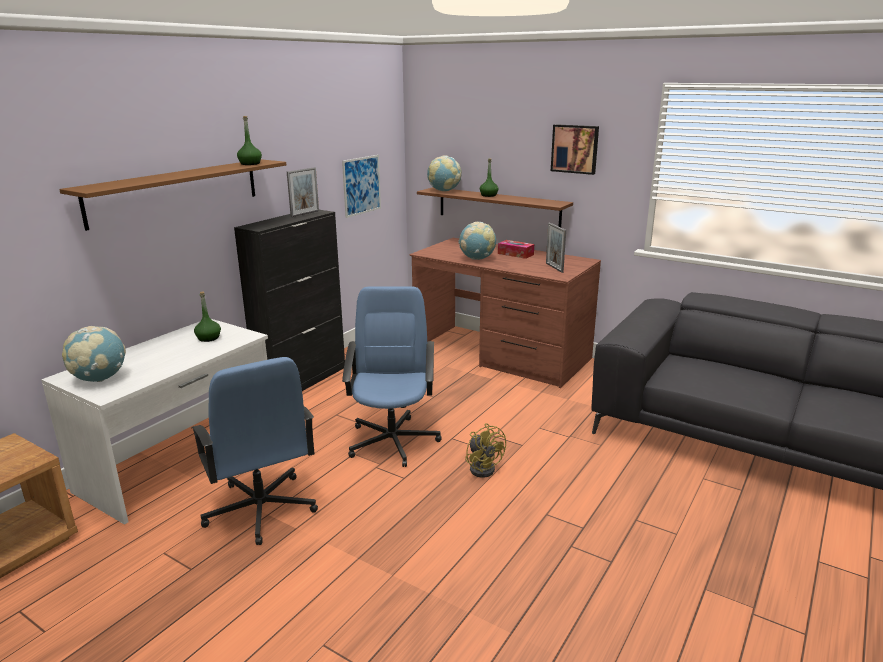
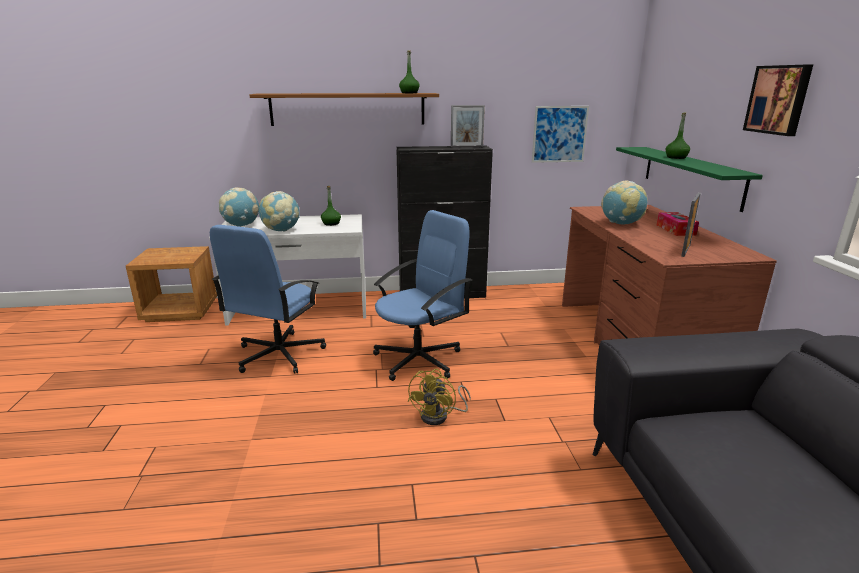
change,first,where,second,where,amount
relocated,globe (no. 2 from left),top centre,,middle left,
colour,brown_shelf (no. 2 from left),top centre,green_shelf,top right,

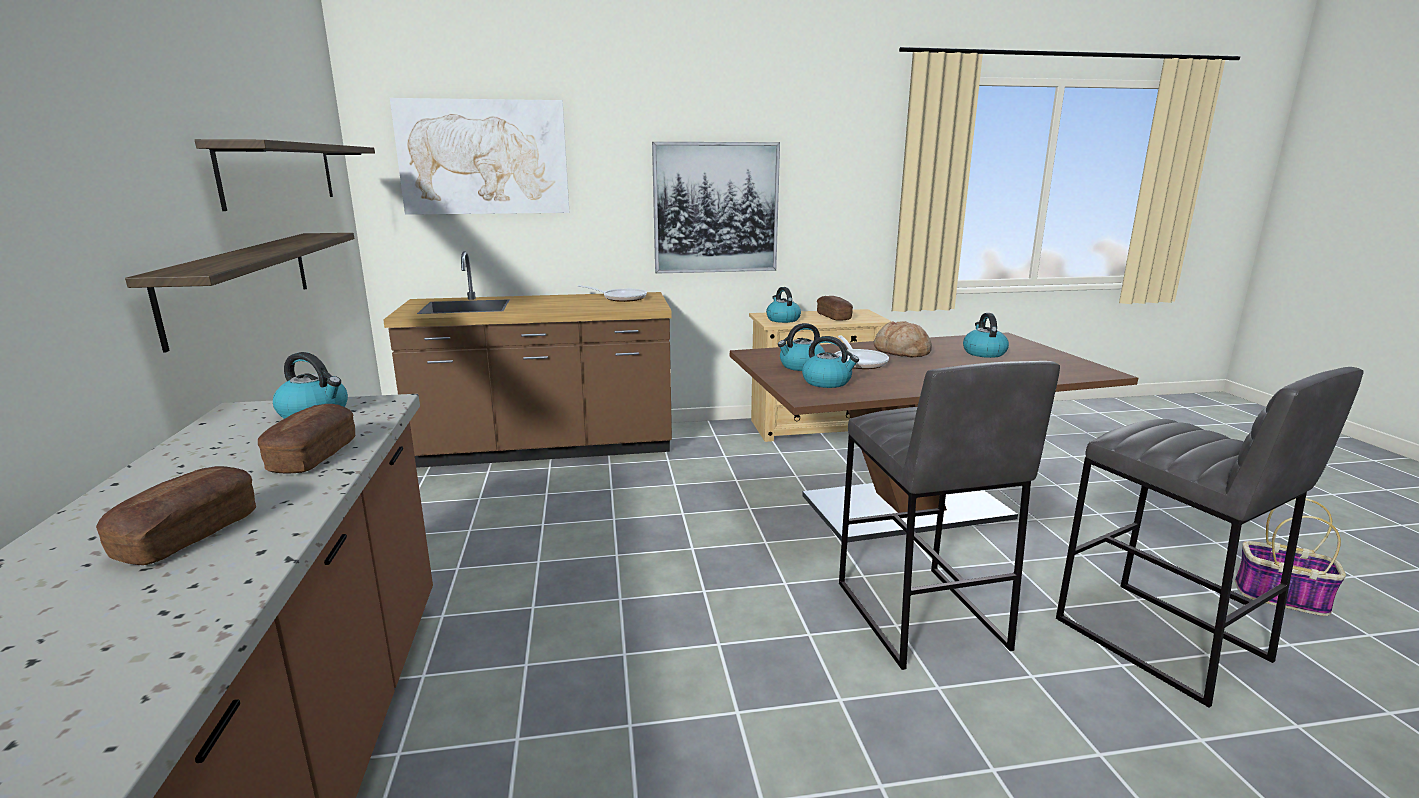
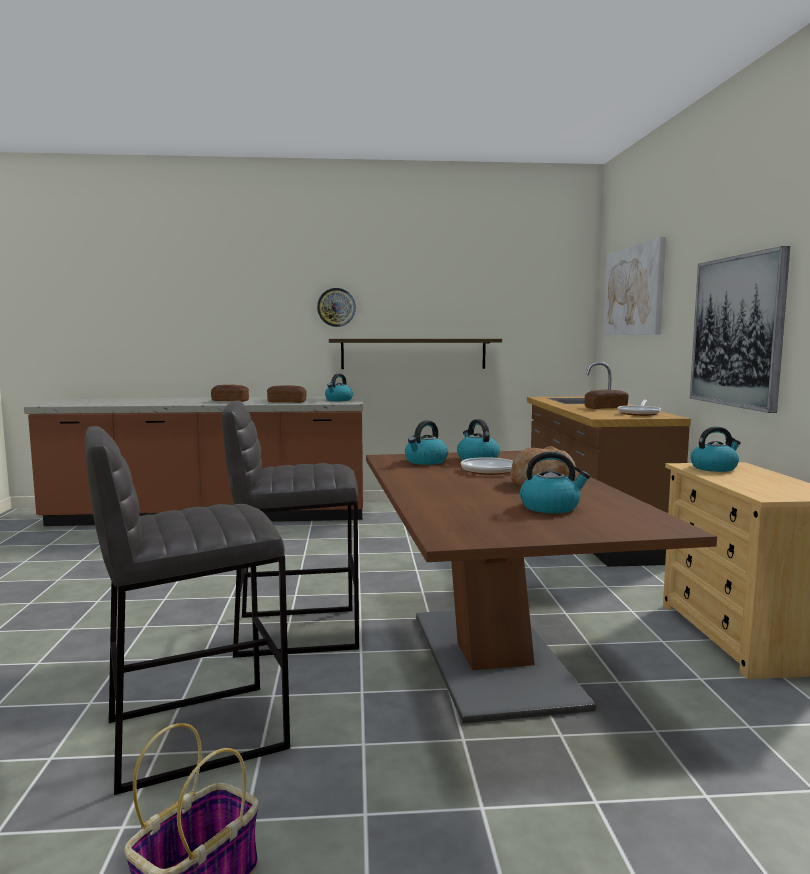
change,first,where,second,where,amount
missing,shelf (no. 2 from left),top left,,,
relocated,bread (no. 3 from left in the first image),centre,bread (no. 4 from left),middle right,
appeared,,,wall_clock,centre,

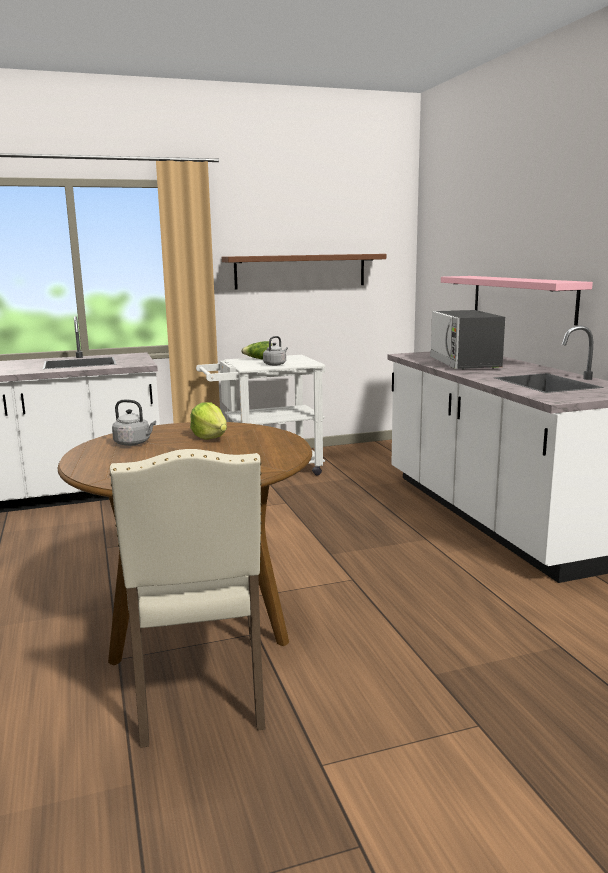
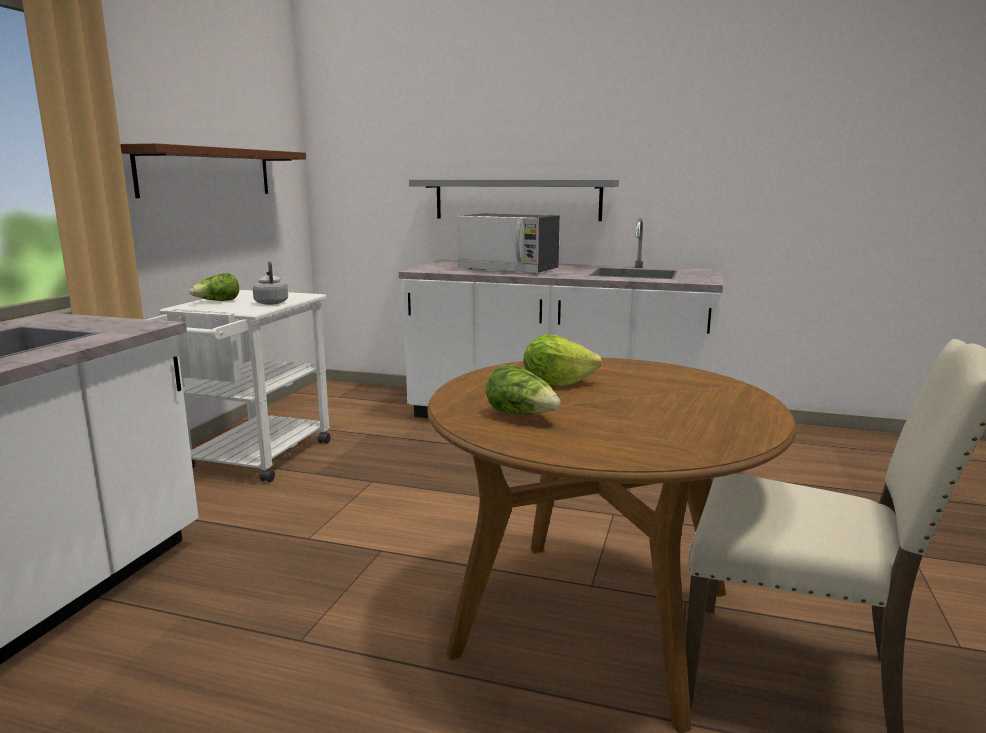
change,first,where,second,where,amount
colour,pink_shelf,middle right,grey_shelf,top centre,
exchanged,grey_kettle (no. 1 from left),middle left,lettuce (no. 2 from left),centre,

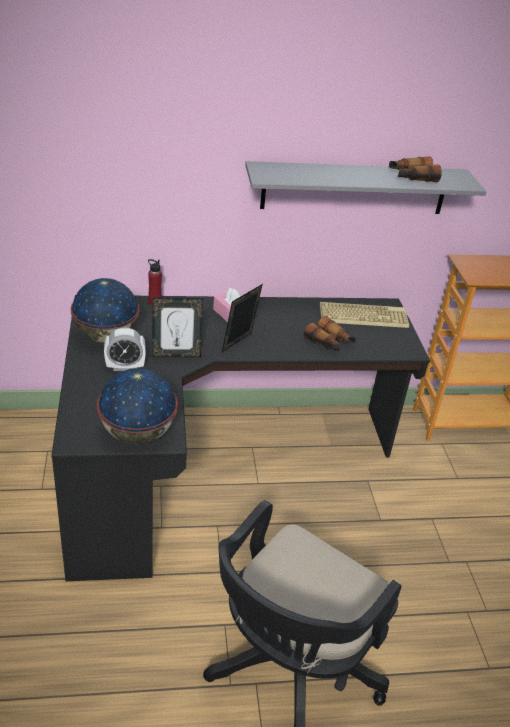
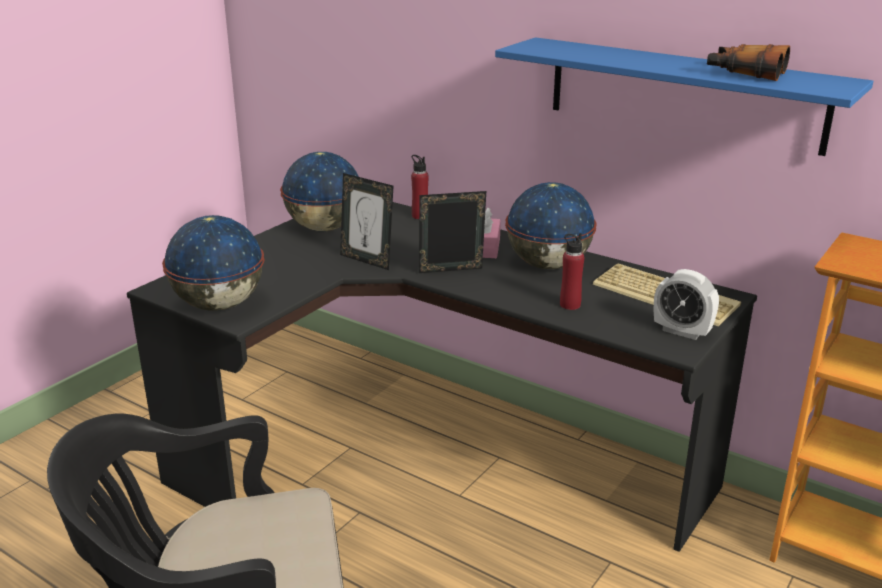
change,first,where,second,where,amount
colour,grey_shelf,top right,blue_shelf,top right,
exchanged,binoculars (no. 1 from left),centre,red_bottle (no. 2 from left),centre,
relocated,alarm_clock,middle left,,middle right,
appeared,,,globe (no. 3 from left),centre,

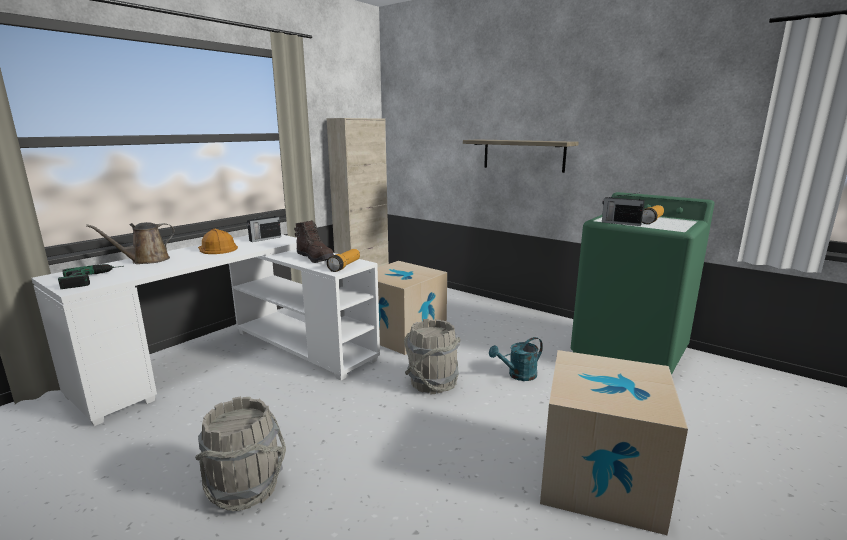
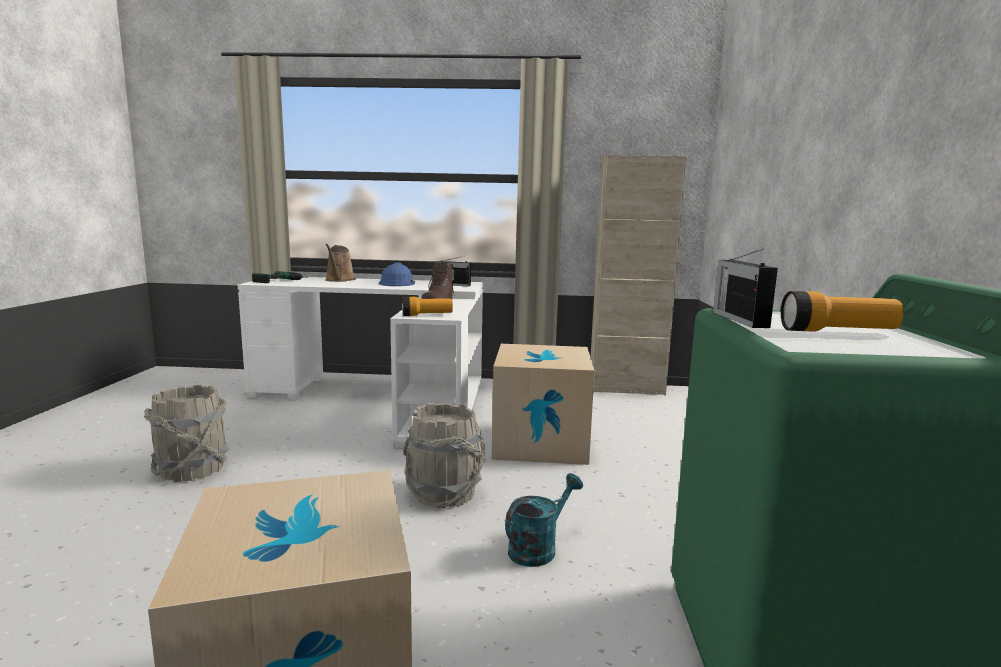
change,first,where,second,where,amount
missing,shelf,top centre,,,
spun,brown_watering_can,middle left,,centre,105 degrees counterclockwise
colour,orange_hard_hat,middle left,blue_hard_hat,centre,
spun,turquoise_watering_can,centre,,bottom centre,105 degrees clockwise

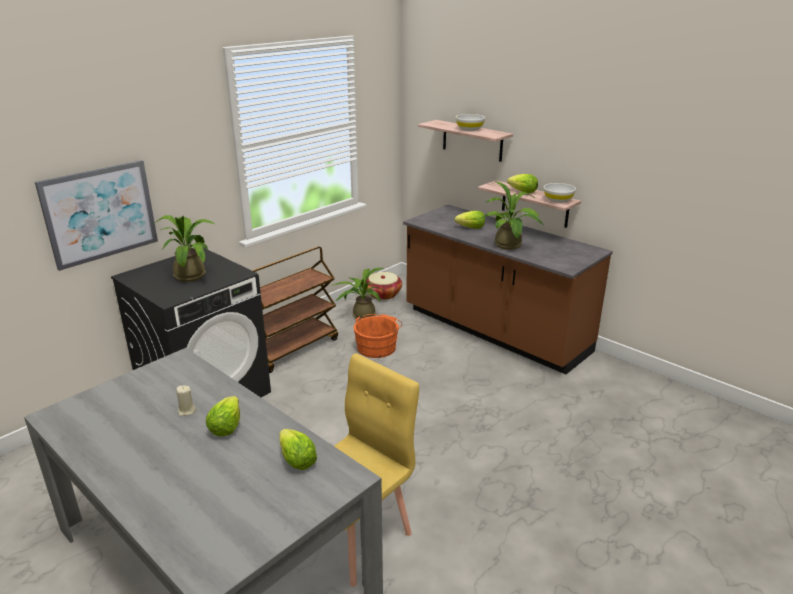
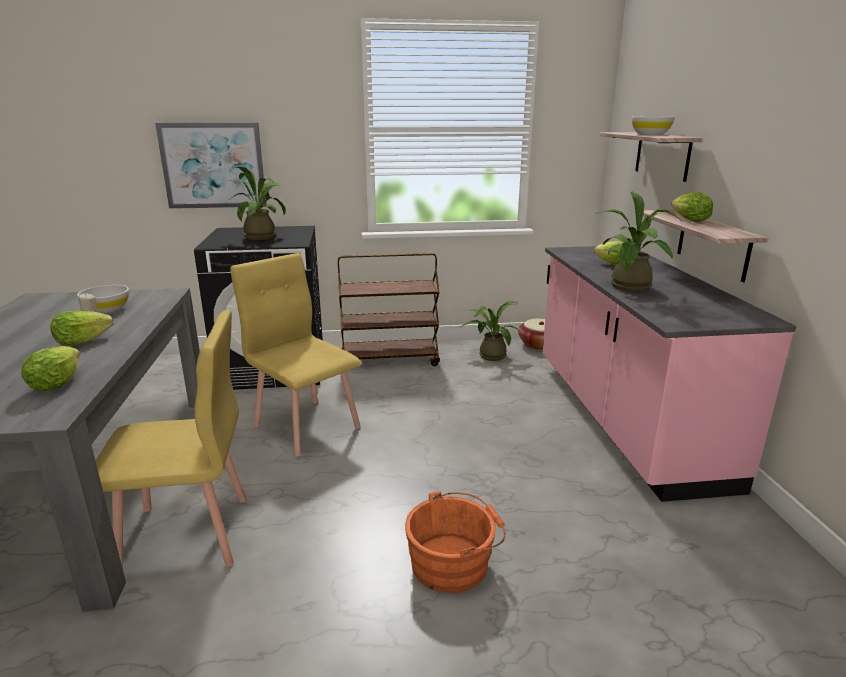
change,first,where,second,where,amount
relocated,white_bowl (no. 2 from left in the first image),top right,white_bowl (no. 1 from left),middle left,
colour,brown_counter,centre,pink_counter,middle right,
relocated,orange_bucket,centre,,bottom centre,
appeared,,,yellow_chair (no. 2 from left),centre,

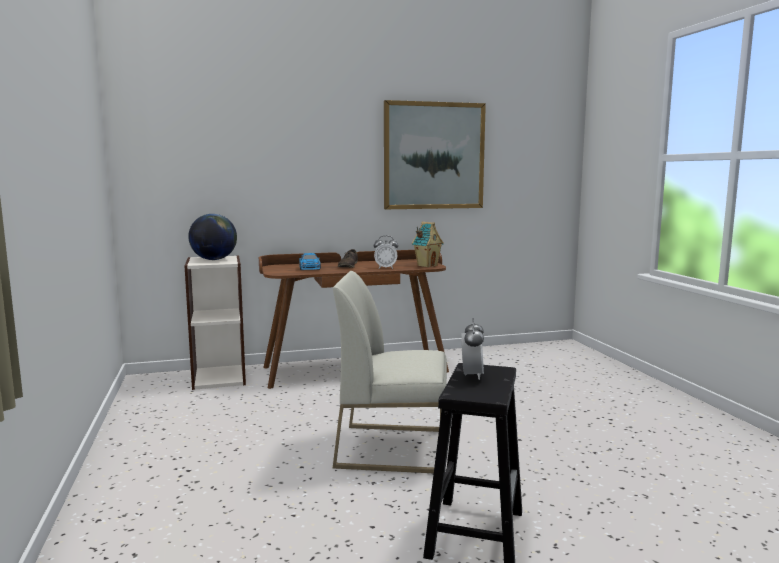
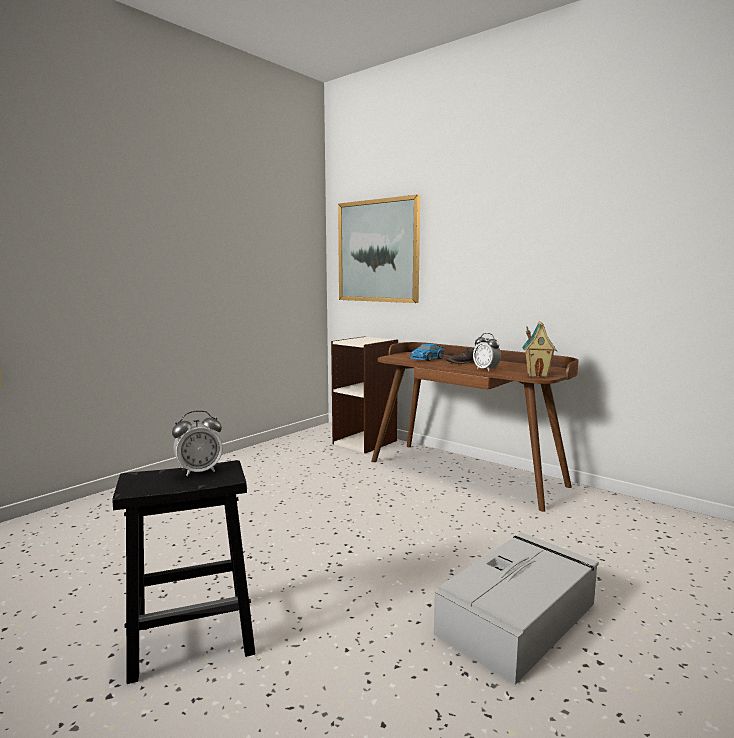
change,first,where,second,where,amount
relocated,picture,top centre,,centre,
missing,globe,middle left,,,
missing,white_chair,centre,,,
appeared,,,grey_storage_box,bottom right,

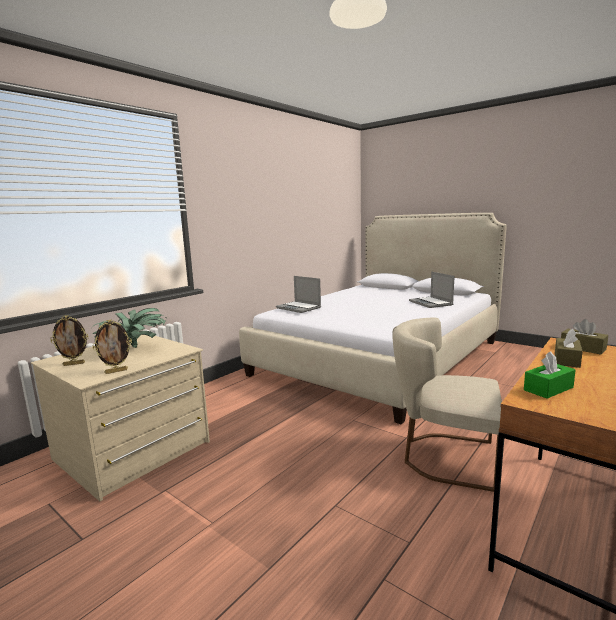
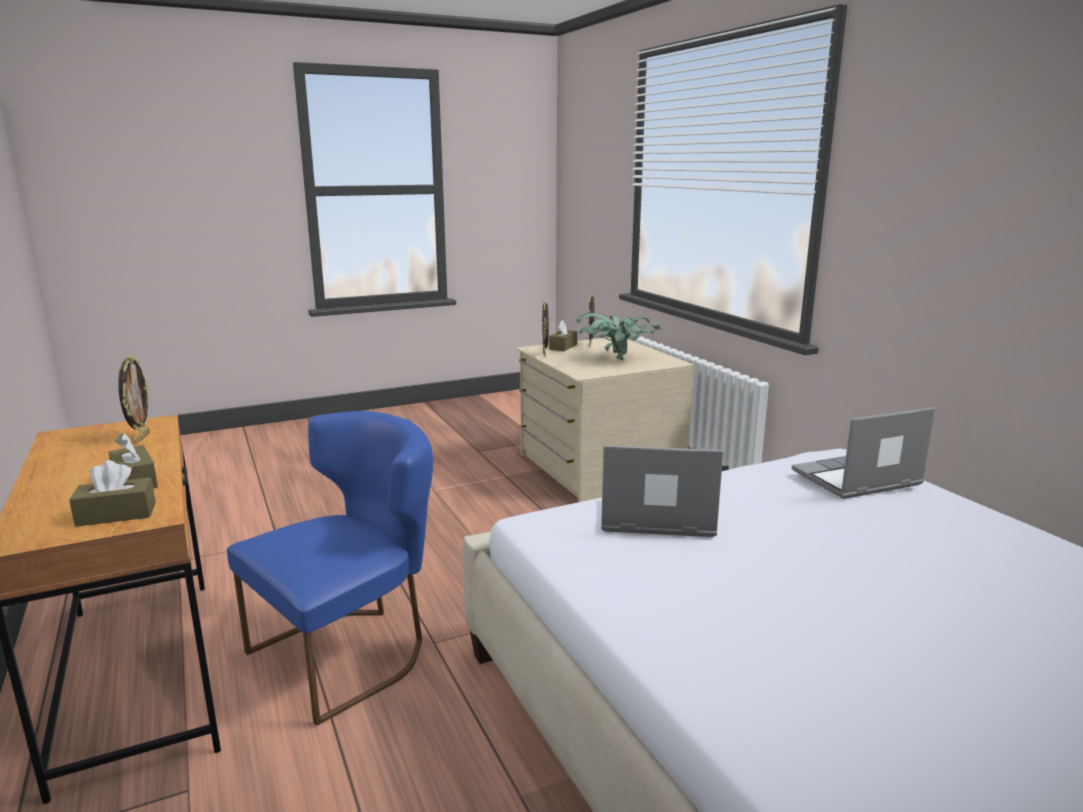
change,first,where,second,where,amount
relocated,laptop (no. 2 from left in the first image),middle right,laptop (no. 1 from left),centre,
colour,beige_chair,middle right,blue_chair,bottom left,
exchanged,green_tissue_box,middle right,picture_frame (no. 1 from left),middle left,
appeared,,,brown_tissue_box (no. 3 from left),centre,

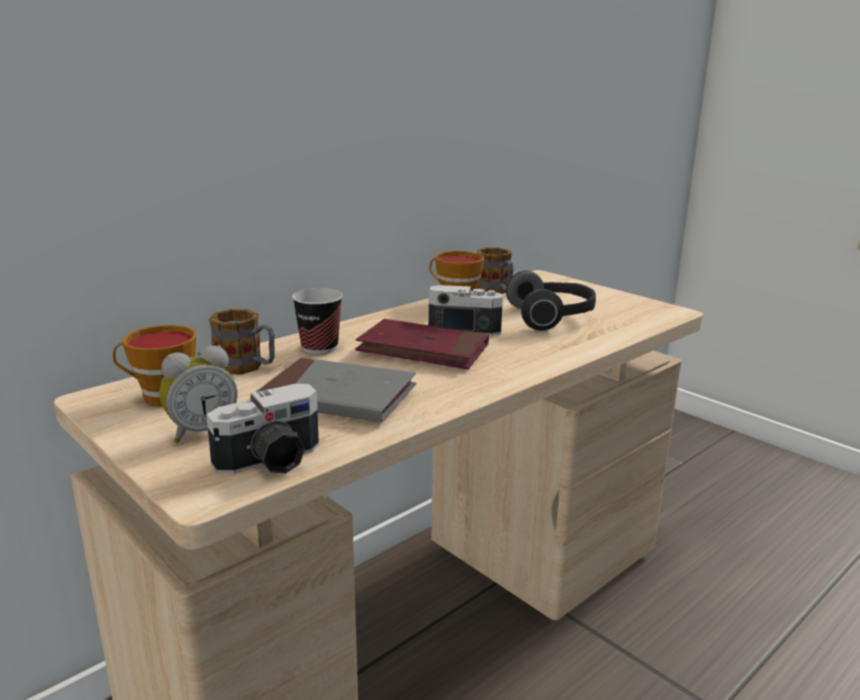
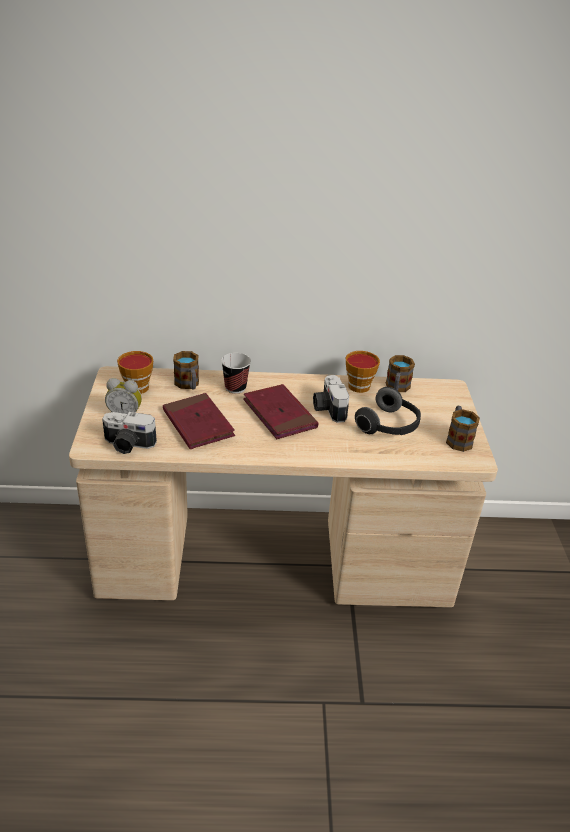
change,first,where,second,where,amount
spun,photo_camera (no. 2 from left),centre,,centre,150 degrees counterclockwise
colour,grey_book,centre,red_book (no. 1 from left),centre,
appeared,,,mug (no. 3 from left),middle right,

